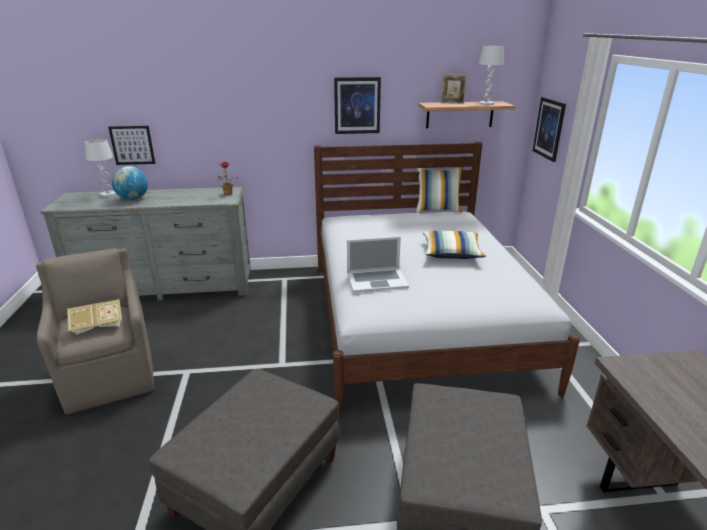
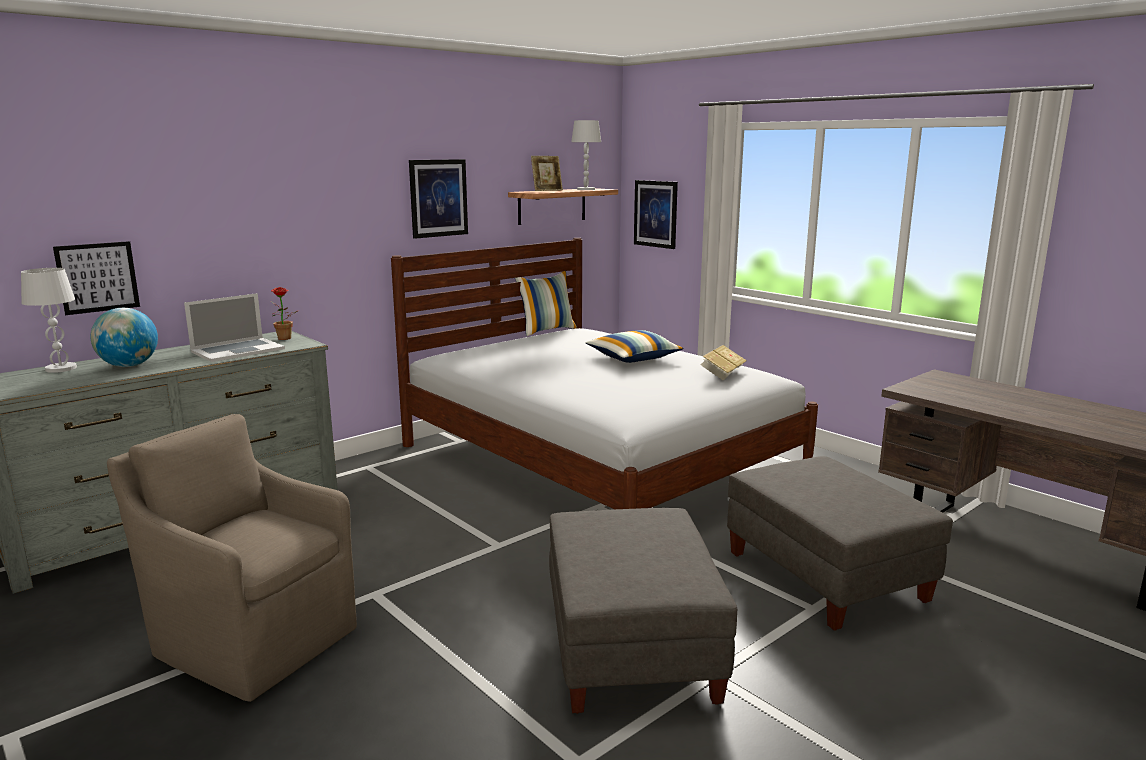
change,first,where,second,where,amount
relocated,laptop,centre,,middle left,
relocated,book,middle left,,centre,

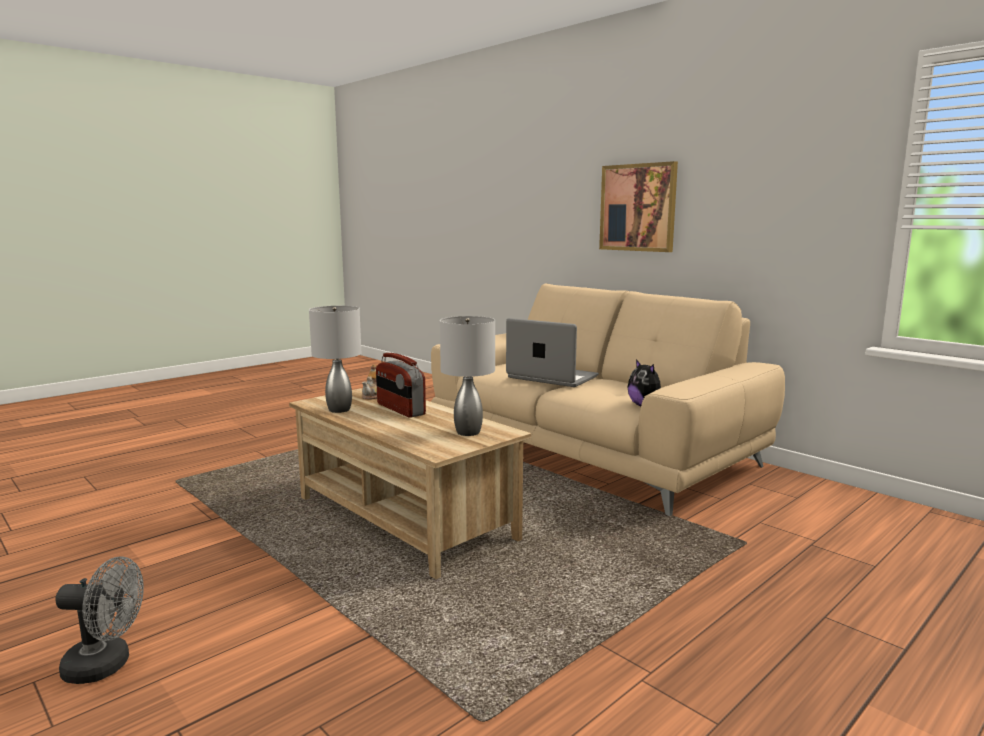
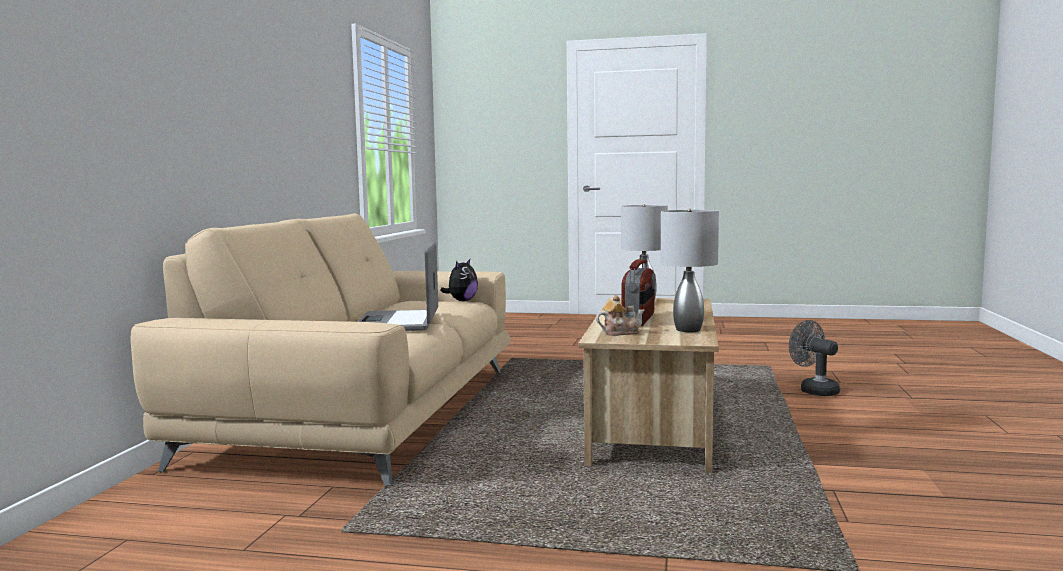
change,first,where,second,where,amount
missing,picture,top centre,,,
relocated,grey_fan,bottom left,,middle right,

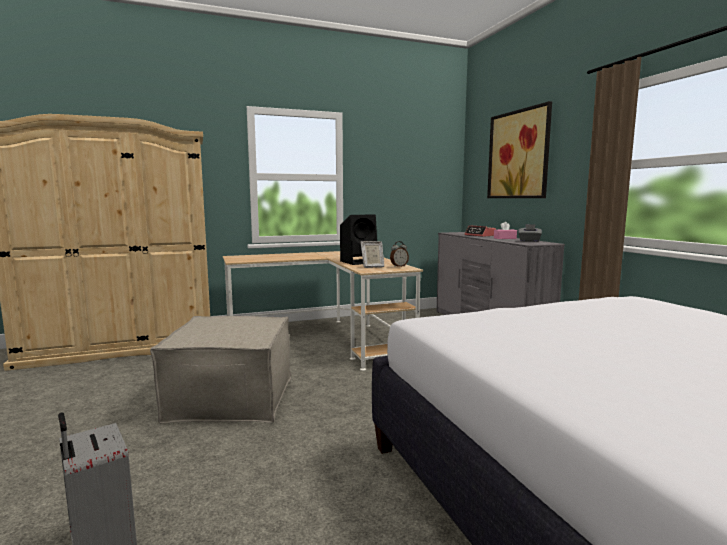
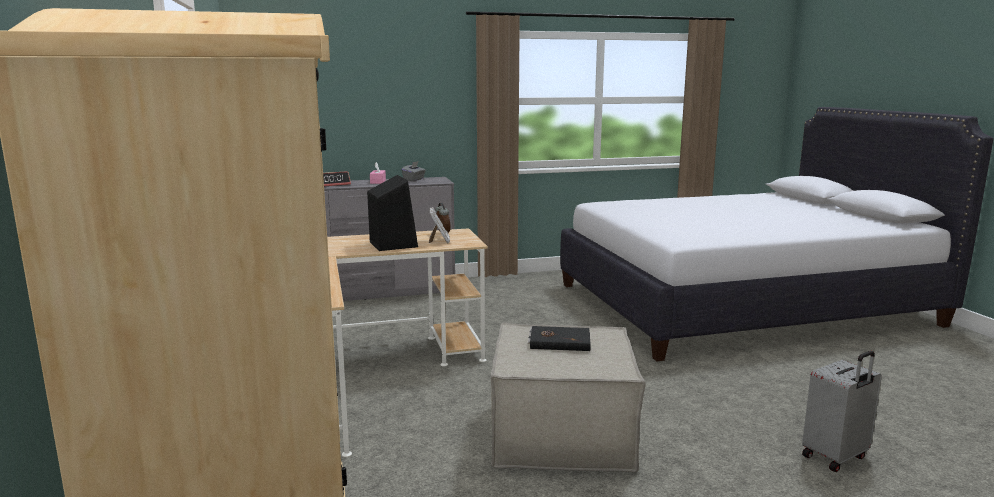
change,first,where,second,where,amount
missing,picture,top right,,,
appeared,,,black_book,bottom centre,

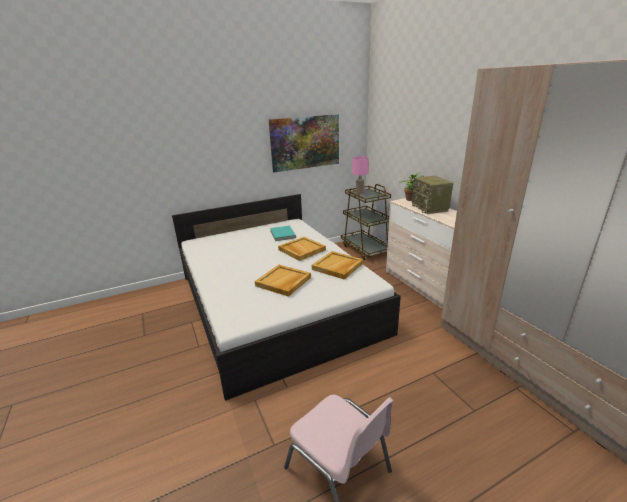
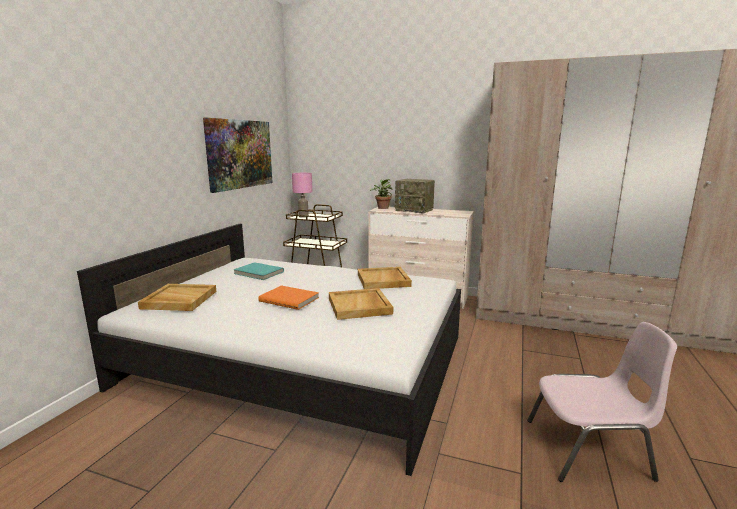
change,first,where,second,where,amount
relocated,beige_tray (no. 2 from left in the first image),centre,beige_tray (no. 1 from left),middle left,
appeared,,,orange_book,centre,

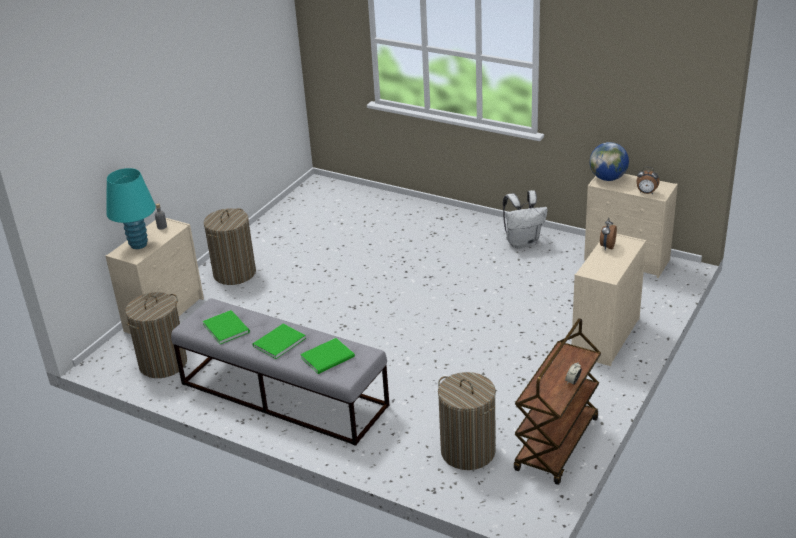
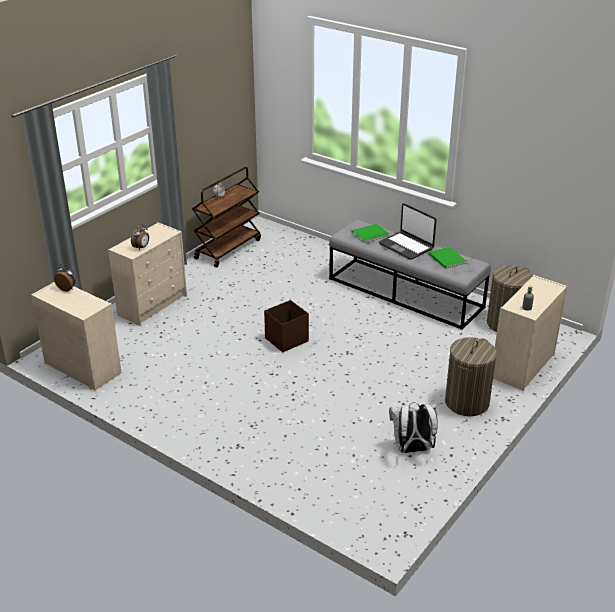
change,first,where,second,where,amount
missing,globe,top right,,,
missing,turquoise_table_lamp,middle left,,,
relocated,white_backpack,centre,,bottom right,
exchanged,green_book (no. 2 from left),centre,laptop,centre,
missing,laundry_basket (no. 3 from left),bottom centre,,,
appeared,,,brown_storage_box,centre,

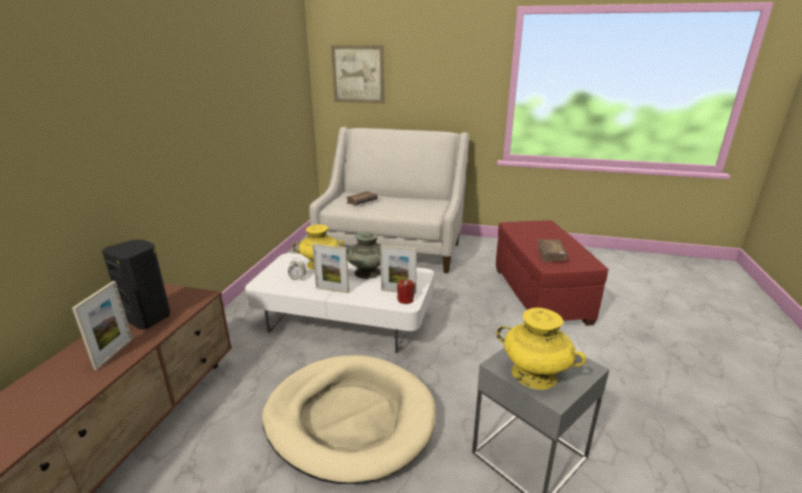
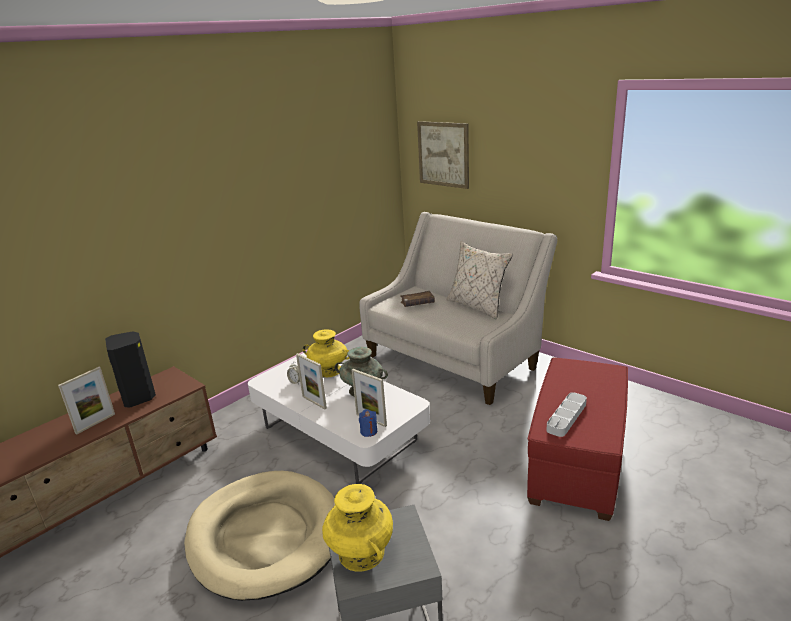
change,first,where,second,where,amount
exchanged,brown_book (no. 2 from left),middle right,grey_tray,bottom right,
colour,red_candle,centre,blue_candle,bottom centre,
appeared,,,beige_pillow,centre,

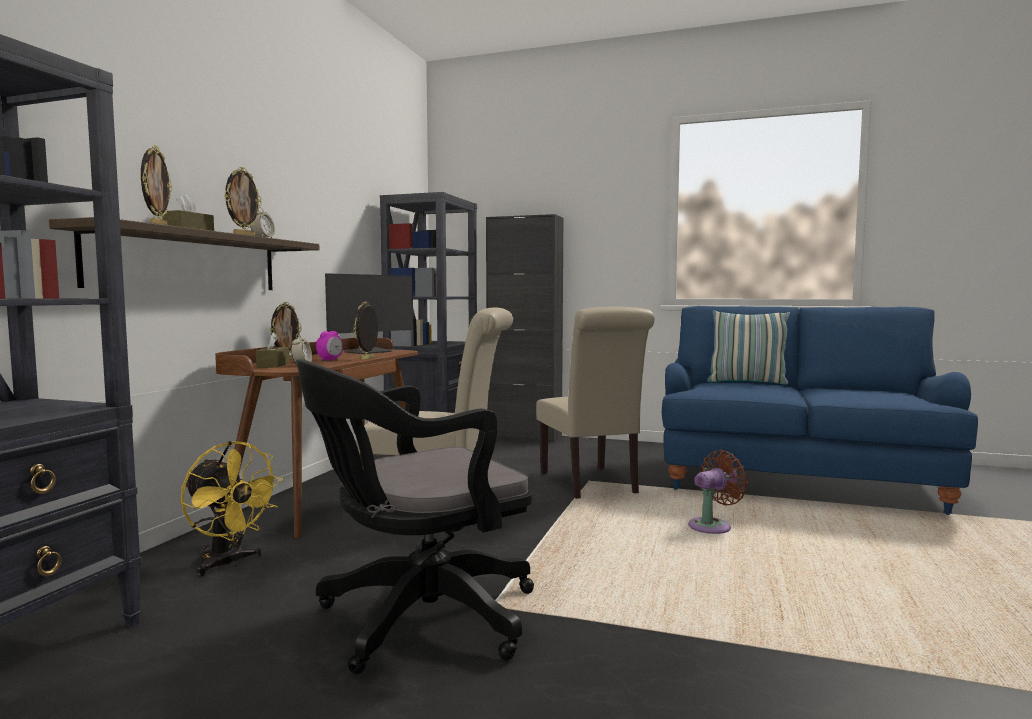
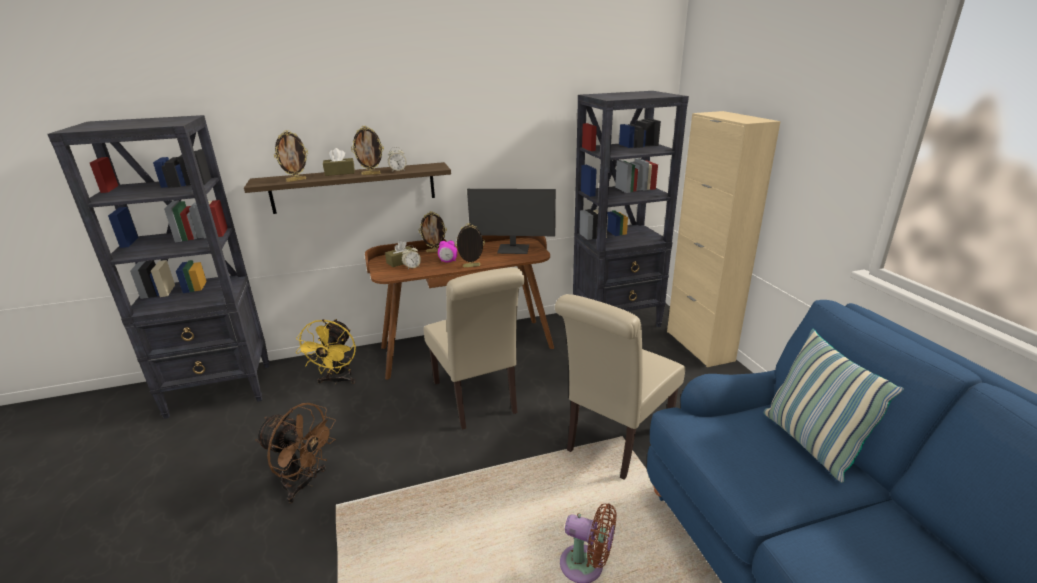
change,first,where,second,where,amount
colour,black_cabinet,centre,beige_cabinet,middle right,
exchanged,black_office_chair,bottom centre,brown_fan (no. 1 from left),bottom left,

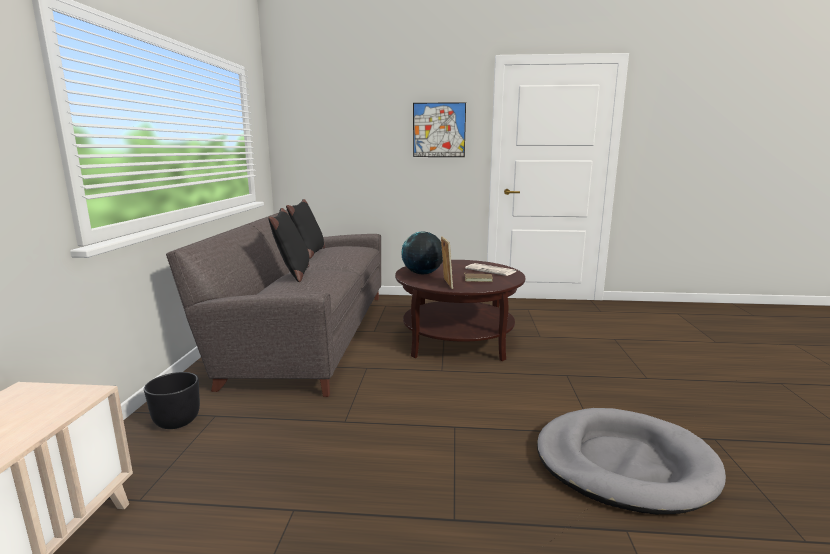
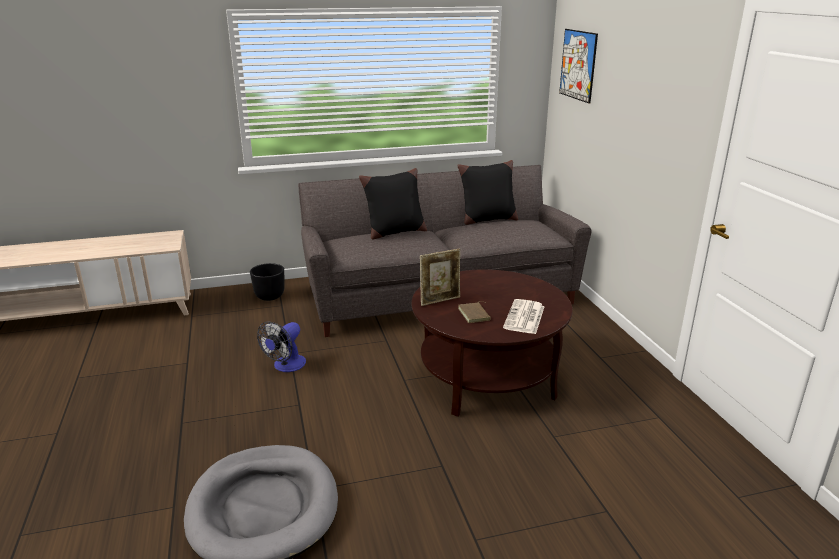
change,first,where,second,where,amount
relocated,picture,top centre,,top right,
missing,globe,centre,,,
appeared,,,fan,centre,

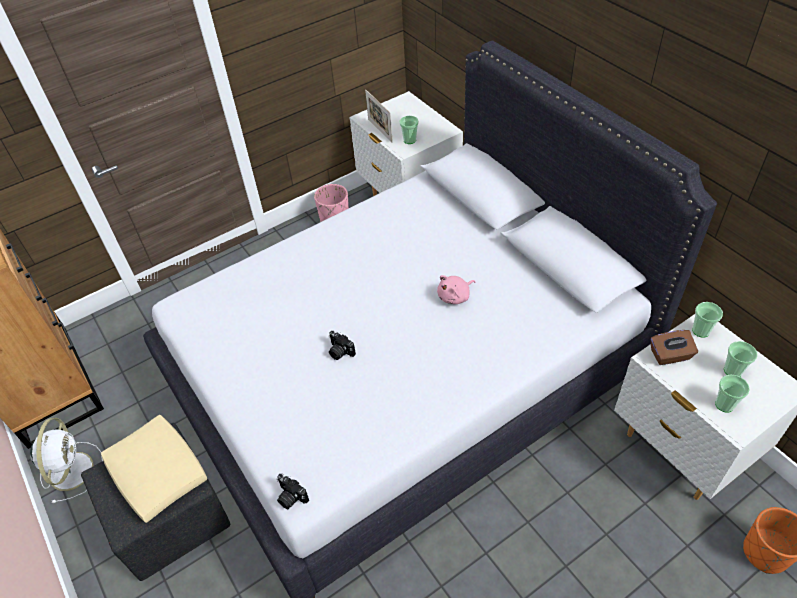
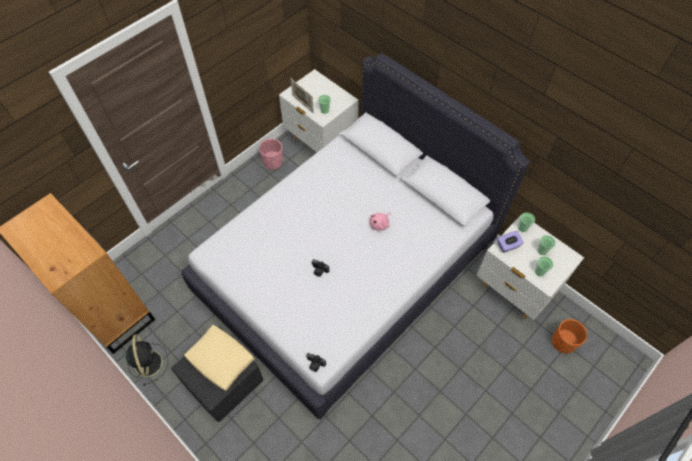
change,first,where,second,where,amount
colour,brown_tissue_box,middle right,purple_tissue_box,middle right,
colour,white_fan,bottom left,black_fan,bottom left,

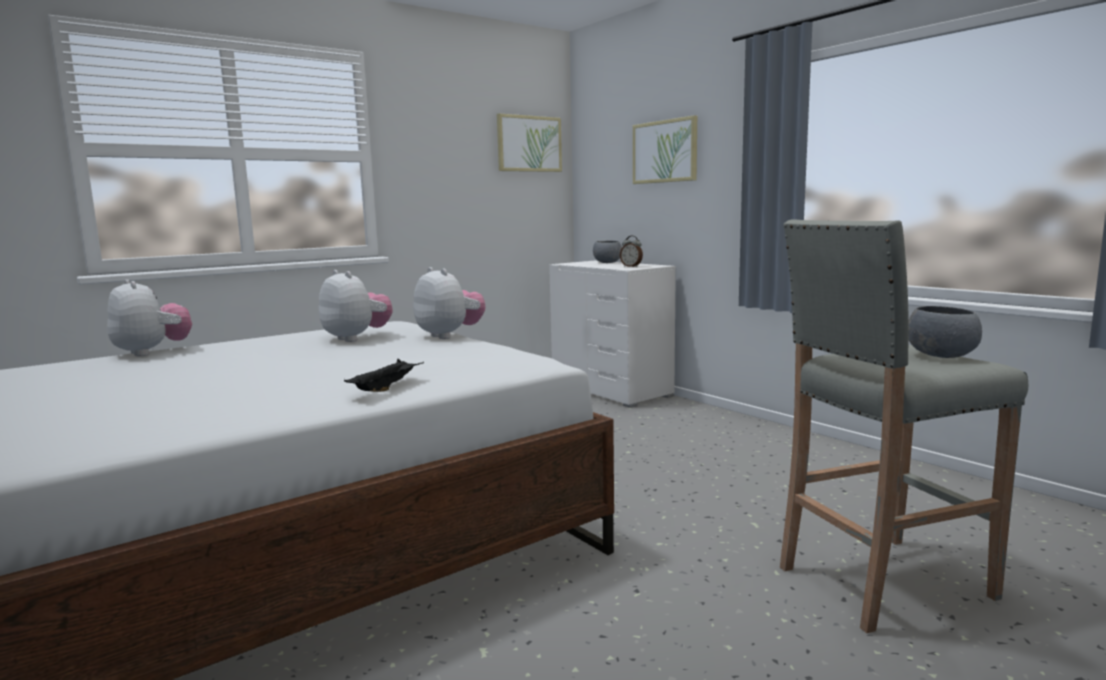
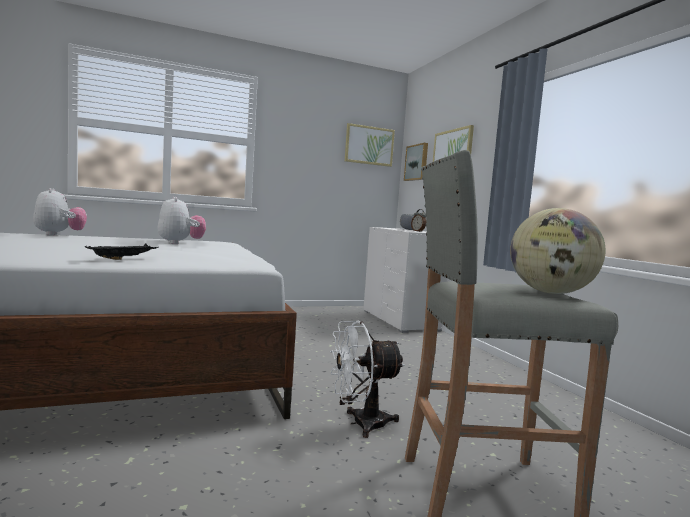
change,first,where,second,where,amount
missing,plush_toy (no. 3 from left),centre,,,
exchanged,grey_bowl (no. 2 from left),middle right,globe,middle right,
appeared,,,picture (no. 2 from left),top centre,
appeared,,,white_fan,bottom centre,

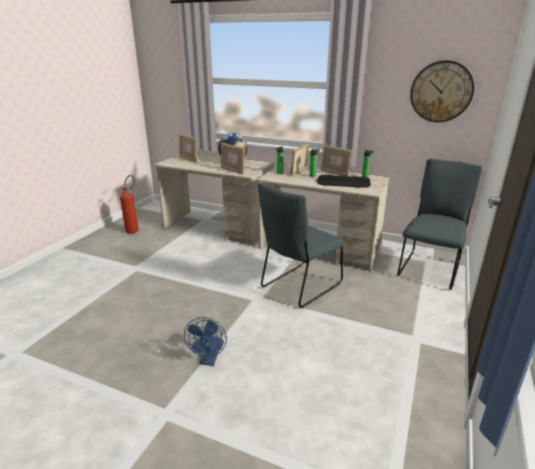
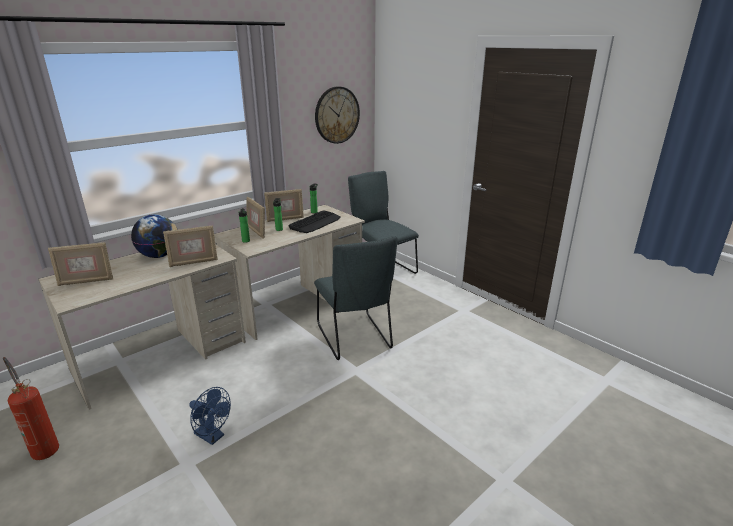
change,first,where,second,where,amount
relocated,blue_fan,bottom centre,,bottom left,

